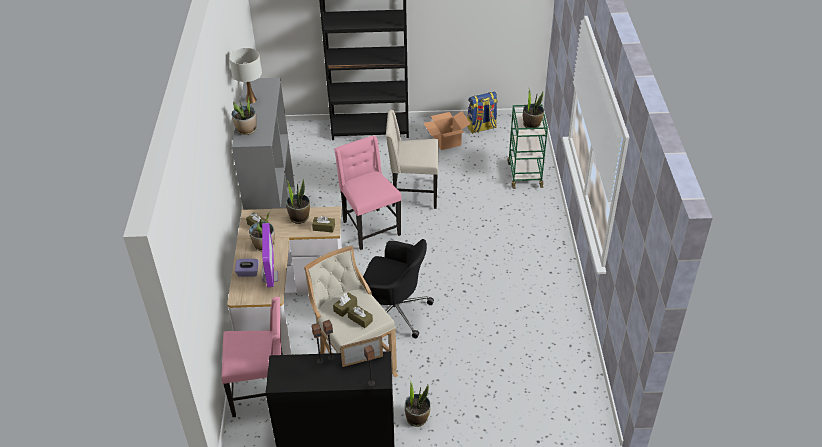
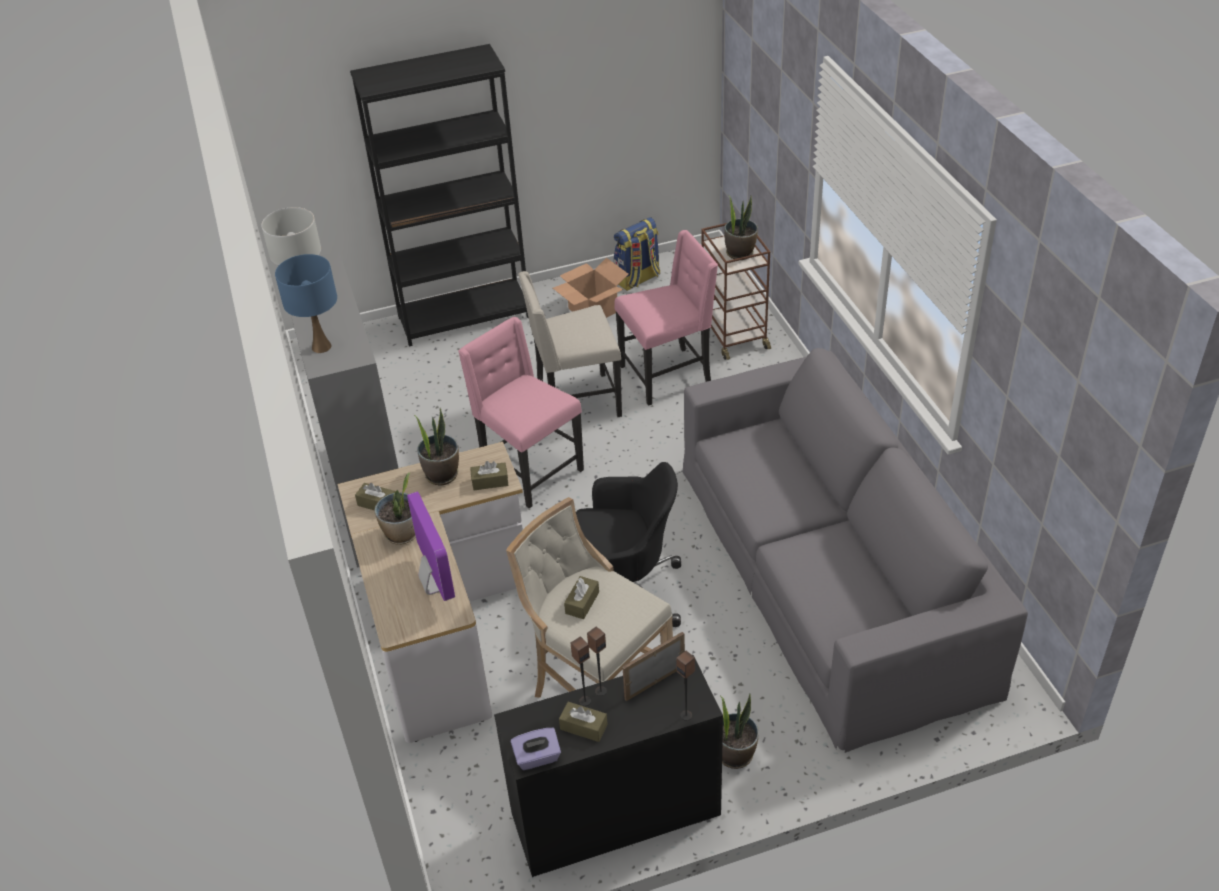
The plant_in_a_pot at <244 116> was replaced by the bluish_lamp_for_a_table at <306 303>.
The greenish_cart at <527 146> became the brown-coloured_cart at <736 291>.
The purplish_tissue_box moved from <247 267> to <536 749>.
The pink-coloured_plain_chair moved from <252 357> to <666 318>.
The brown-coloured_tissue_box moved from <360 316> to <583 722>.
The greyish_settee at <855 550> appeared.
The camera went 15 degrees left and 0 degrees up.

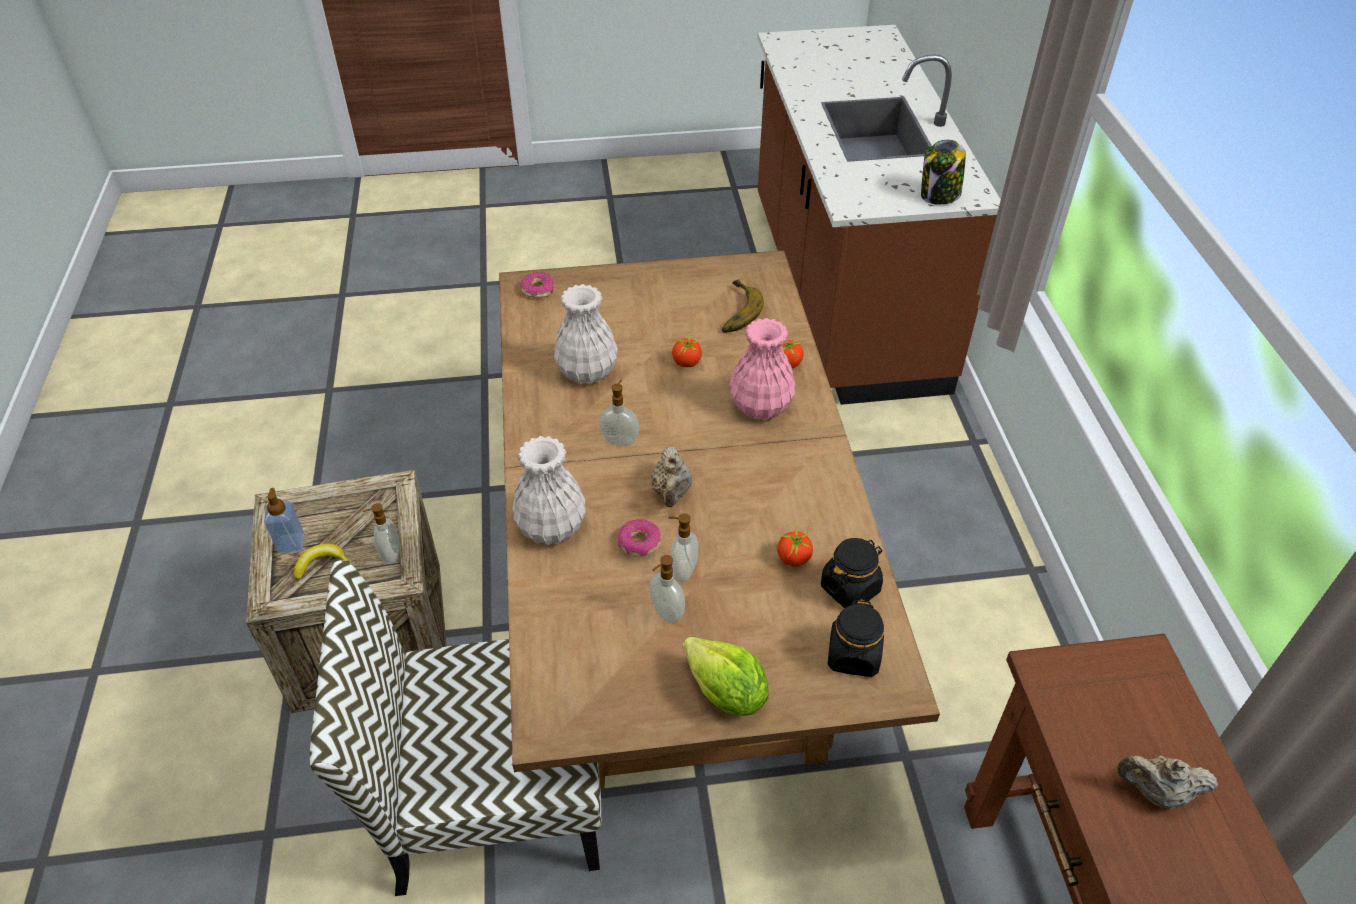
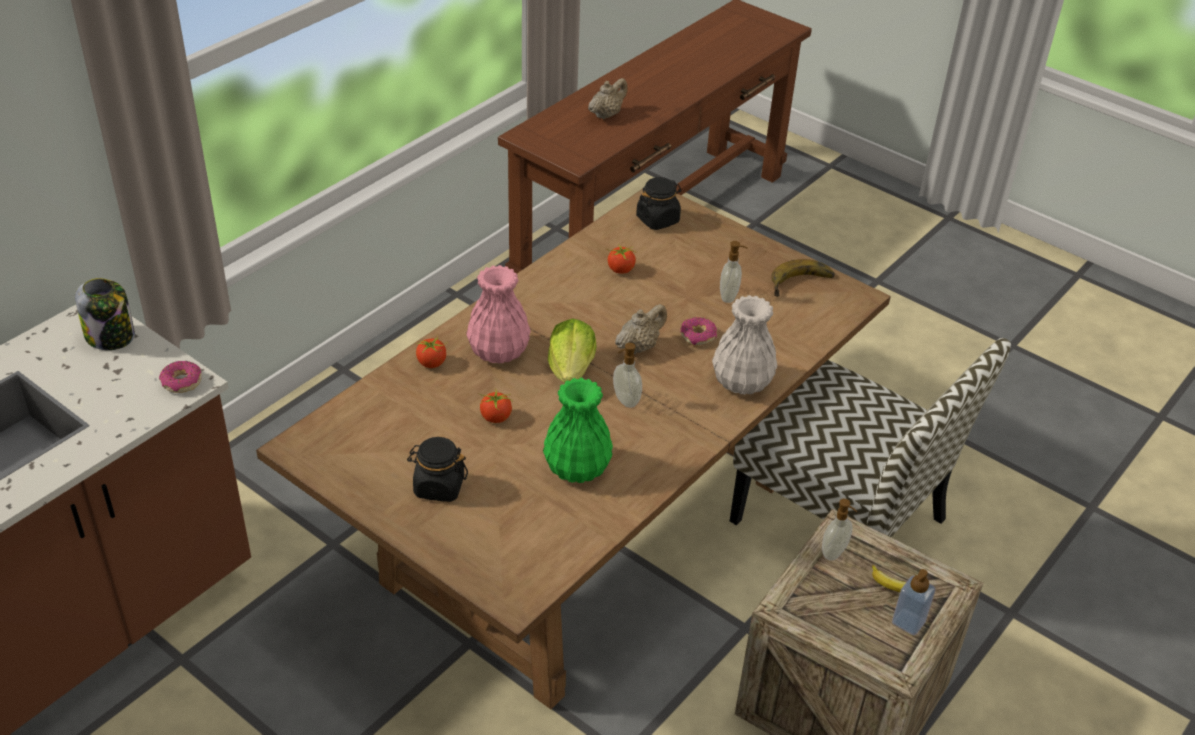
The doughnut moved from <538 285> to <180 377>.
The whole_banana moved from <743 306> to <803 278>.
The white_decorative_vase at <586 333> became the greenish_decorative_vase at <578 430>.
The soap_bottle at <683 547> disappeared.
The black_jar moved from <852 573> to <437 469>.
The lettuce_head moved from <726 676> to <572 350>.
The beige_teapot at <1167 782> turned 105 degrees counterclockwise.
The camera went 135 degrees left and 5 degrees down.

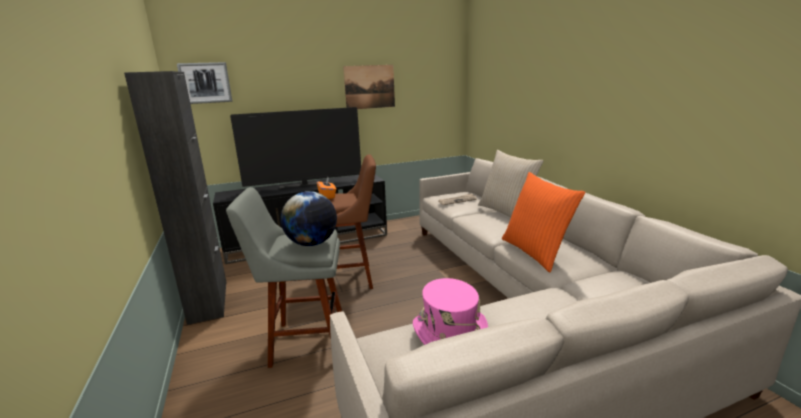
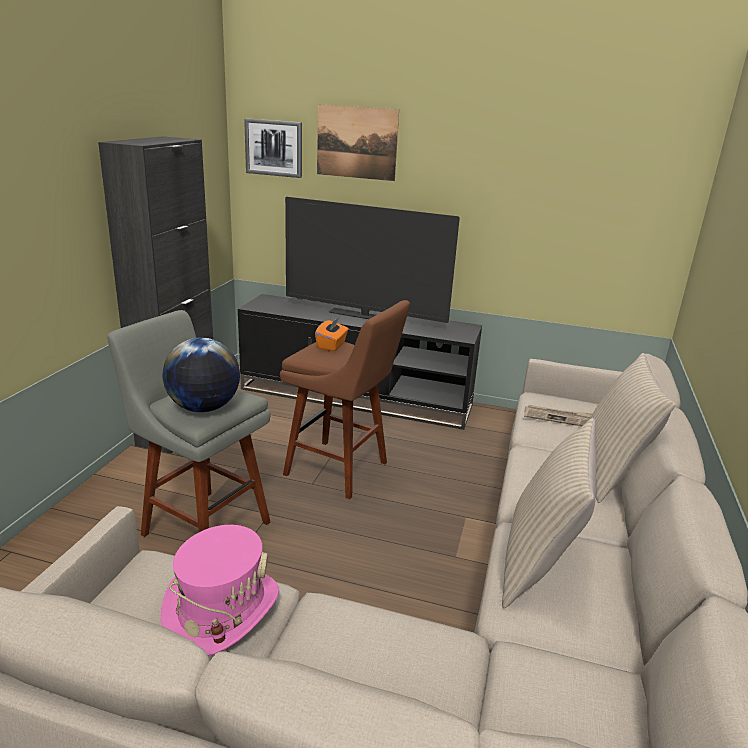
The picture moved from <369 87> to <358 142>.
The orangey_throw_pillow at <543 222> became the beige_throw_pillow at <549 513>.
The camera went 35 degrees right and 5 degrees up.

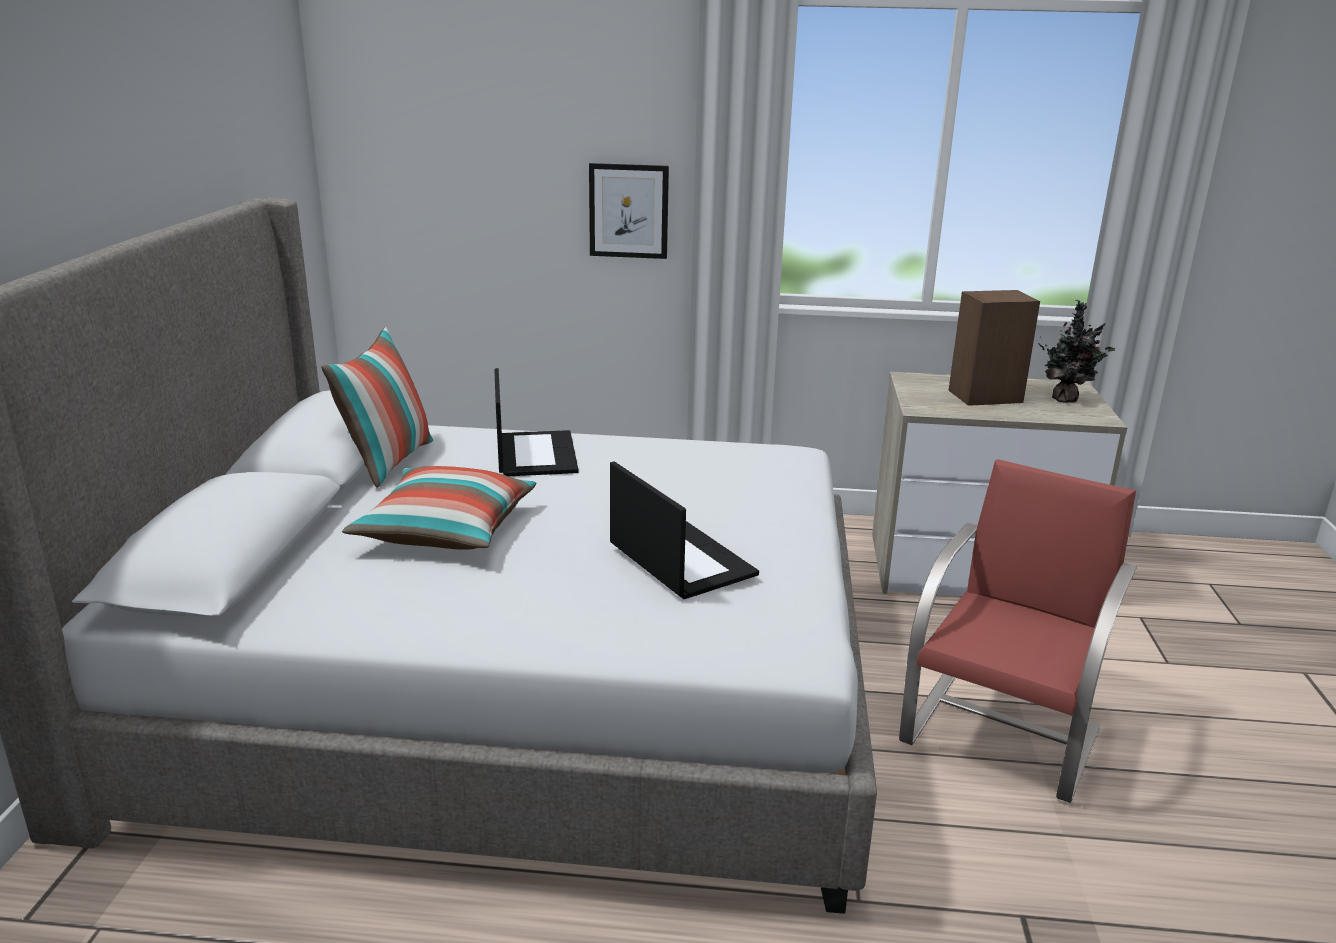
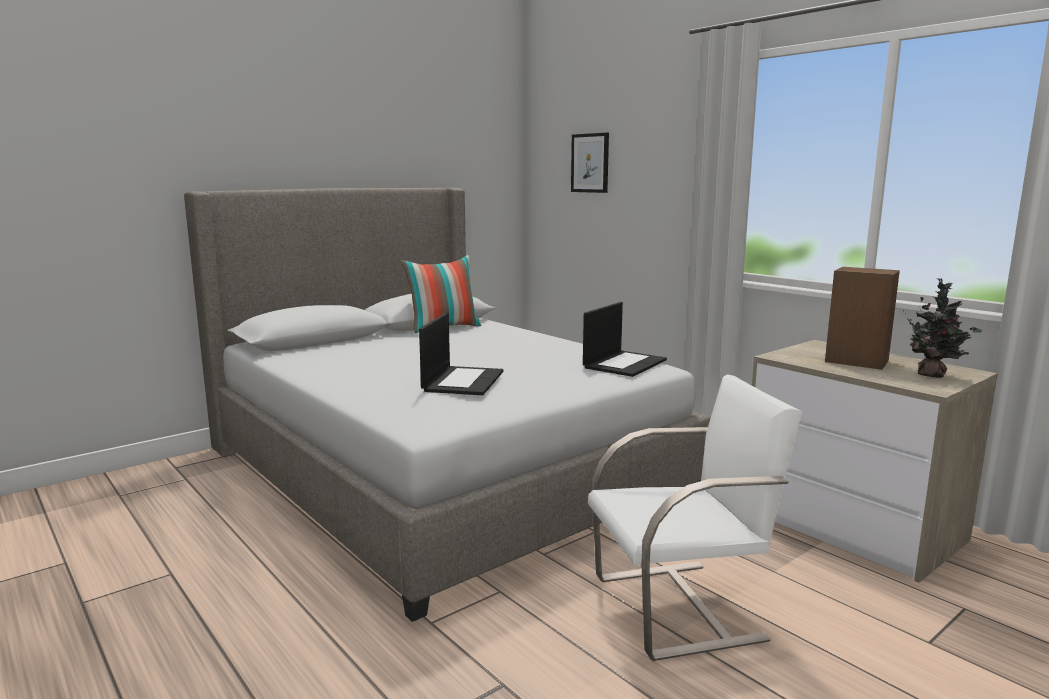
The picture moved from <629 211> to <590 163>.
The portable_computer moved from <536 422> to <625 339>.
The red_plain_chair at <1018 631> became the white_plain_chair at <695 517>.
The throw_pillow at <439 508> disappeared.
The camera went 45 degrees right and 10 degrees down.

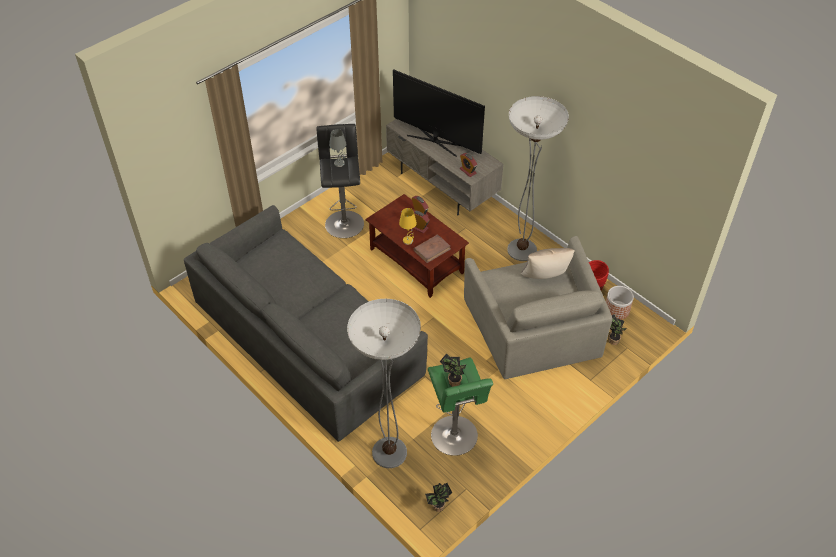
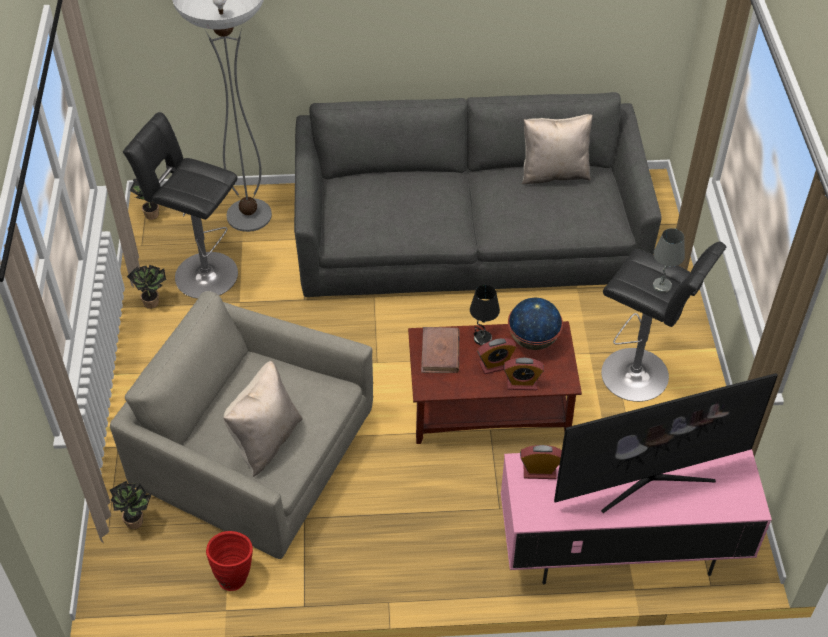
The floor_lamp at <538 178> disappeared.
The greyish_media_console at <444 167> became the pink-coloured_media_console at <636 516>.
The yellow-coloured_lamp_for_a_table at <408 226> became the black_lamp_for_a_table at <485 315>.
The plant_pot at <620 303> disappeared.
The plant_in_a_pot moved from <452 370> to <146 287>.
The greenish_stool_seat at <460 406> became the black_stool_seat at <180 205>.
The beige_throw_pillow at <557 149> appeared.
The desk_globe at <535 323> appeared.
The camera went 130 degrees right and 0 degrees up.

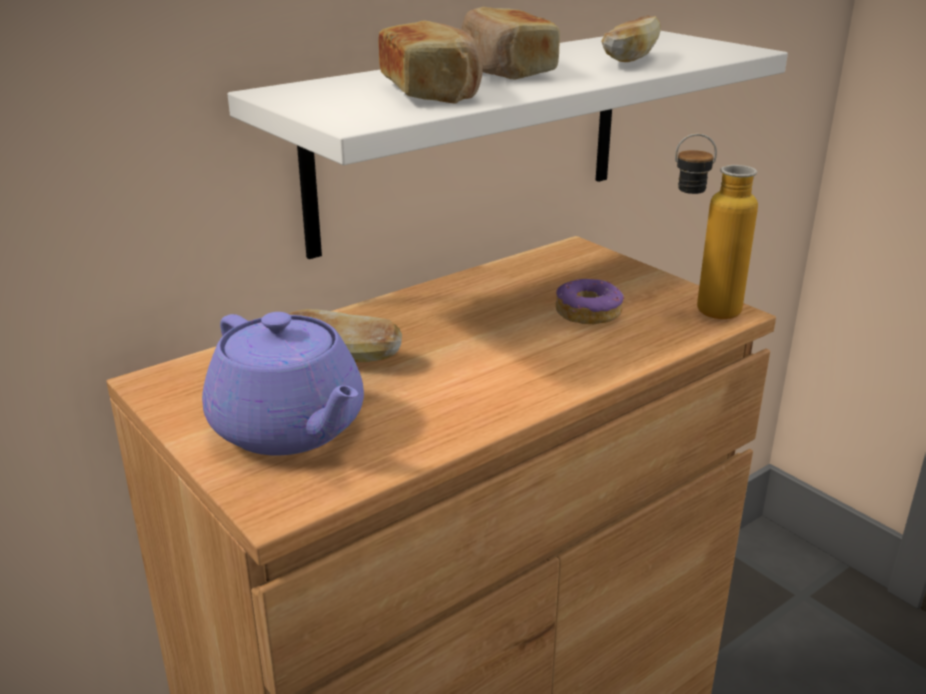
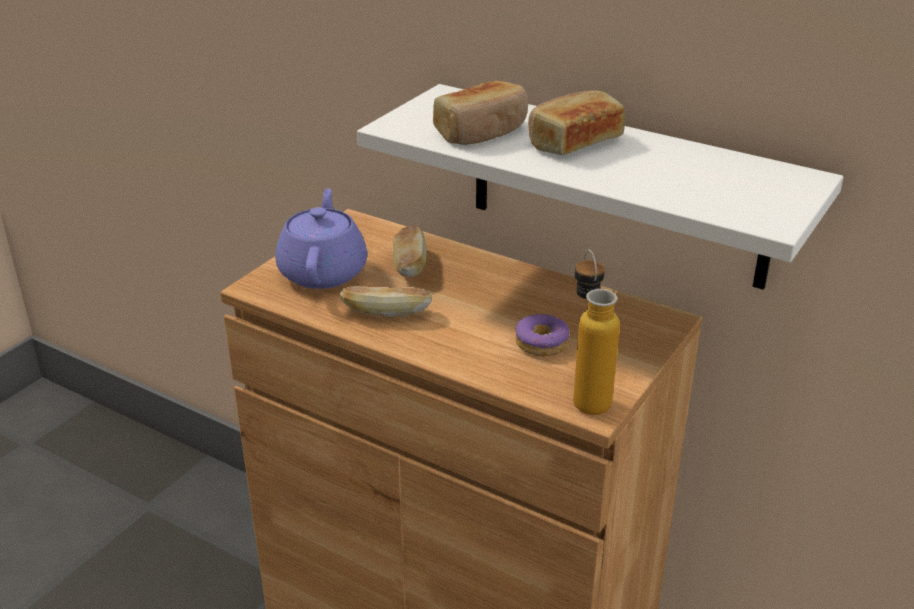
The baked_bread moved from <631 38> to <386 301>.
The purplish_teapot at <283 383> turned 150 degrees clockwise.
The camera went 70 degrees right and 5 degrees up.

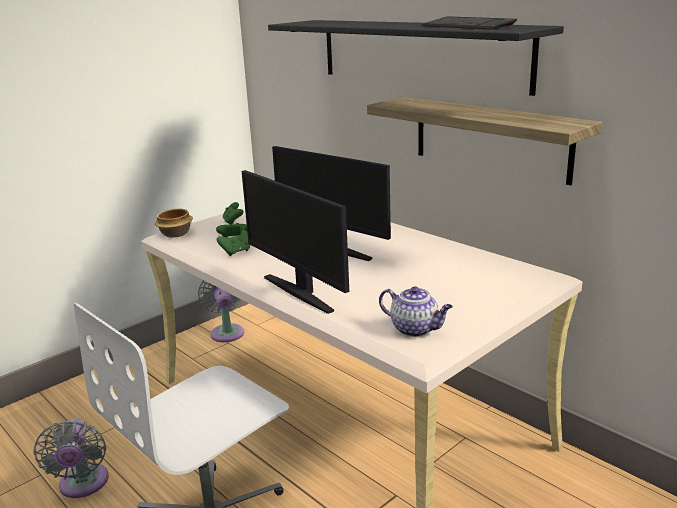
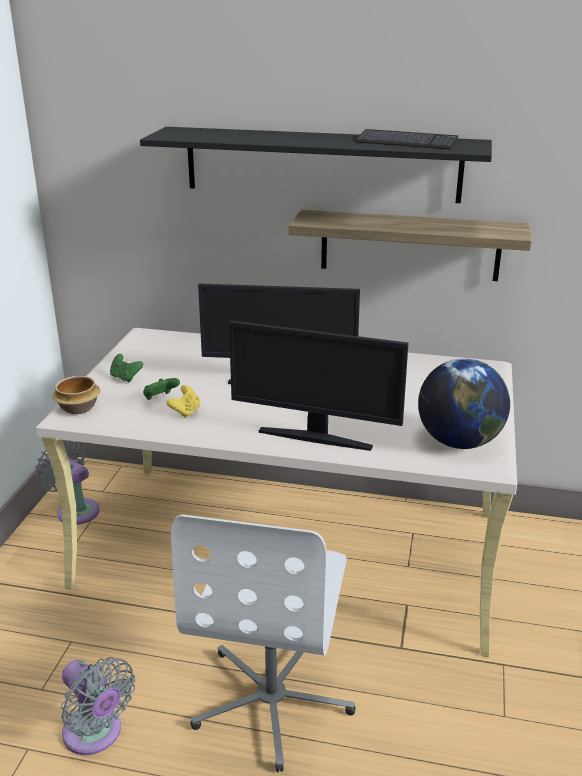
The greenish_joypad at <234 243> became the yellow-coloured_joypad at <183 401>.
The teapot at <416 311> was replaced by the desk_globe at <464 403>.
The camera went 35 degrees left and 5 degrees up.

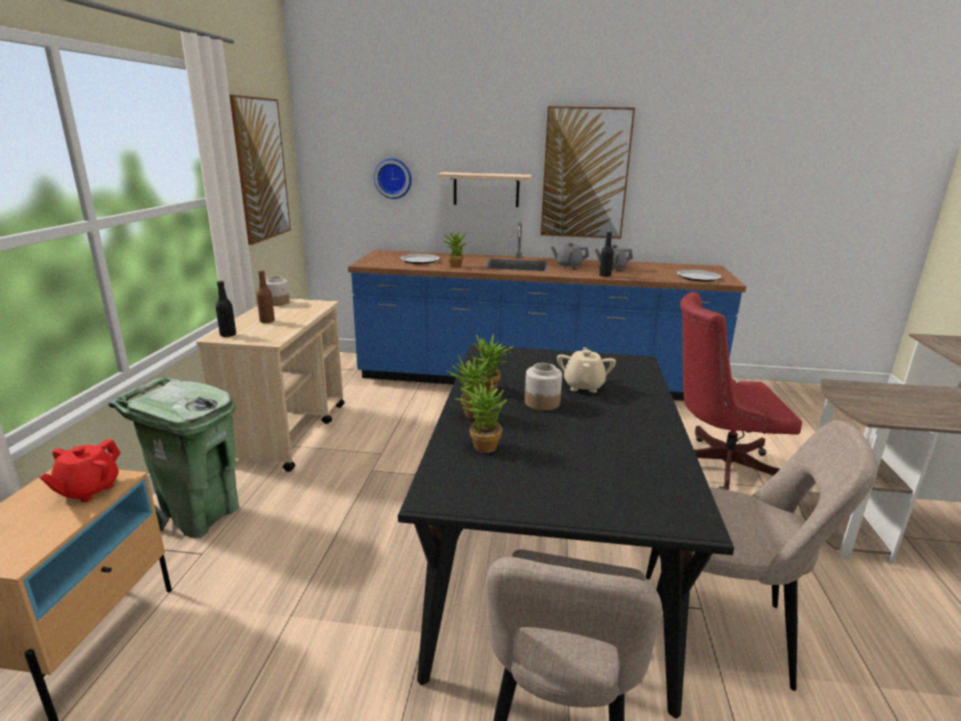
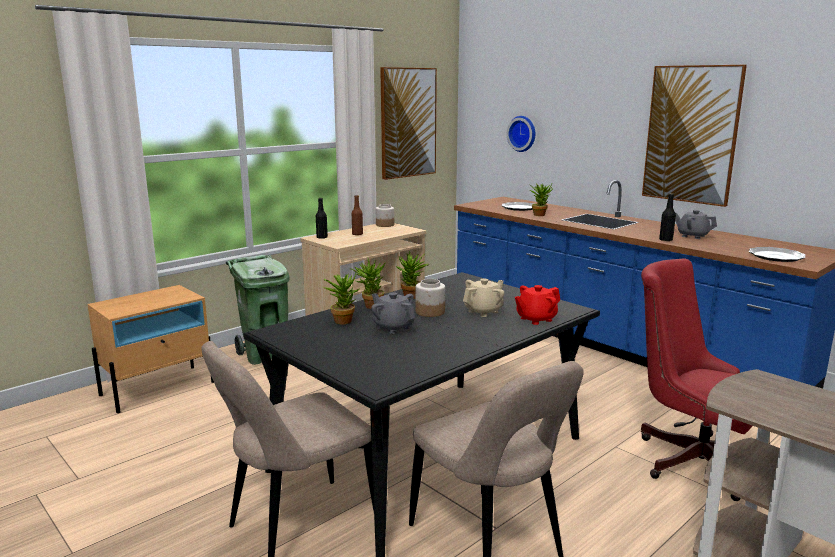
The bracket_shelf at <484 189> disappeared.
The greyish_teapot moved from <570 255> to <393 313>.
The red_teapot moved from <80 470> to <537 305>.
The camera went 40 degrees right and 5 degrees down.

